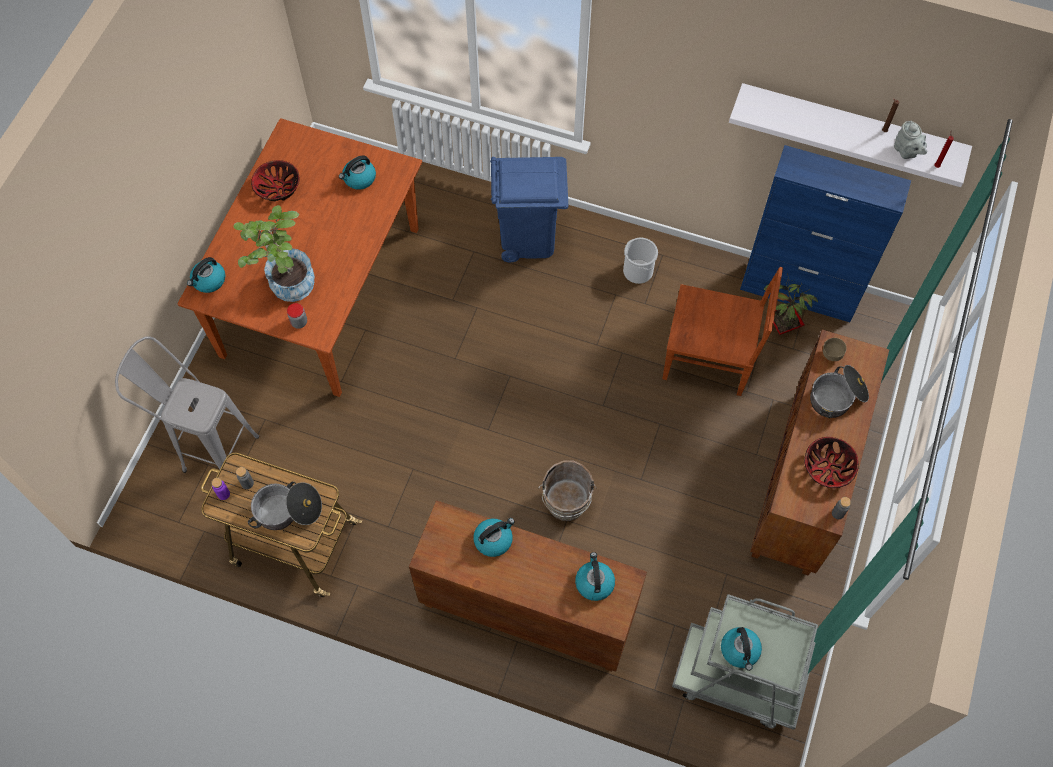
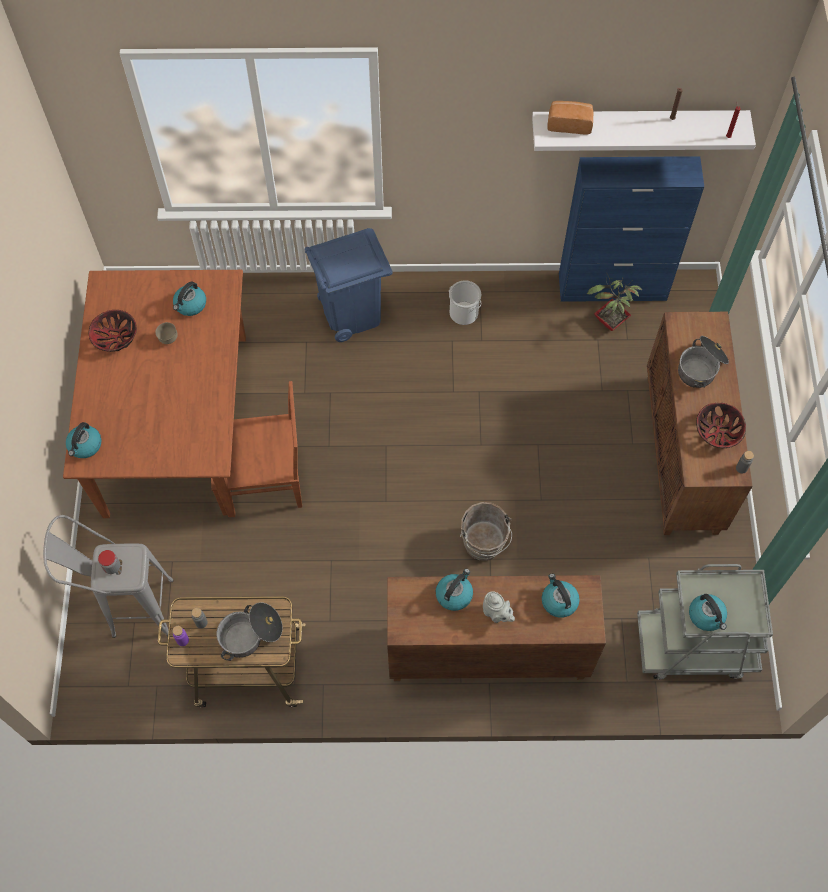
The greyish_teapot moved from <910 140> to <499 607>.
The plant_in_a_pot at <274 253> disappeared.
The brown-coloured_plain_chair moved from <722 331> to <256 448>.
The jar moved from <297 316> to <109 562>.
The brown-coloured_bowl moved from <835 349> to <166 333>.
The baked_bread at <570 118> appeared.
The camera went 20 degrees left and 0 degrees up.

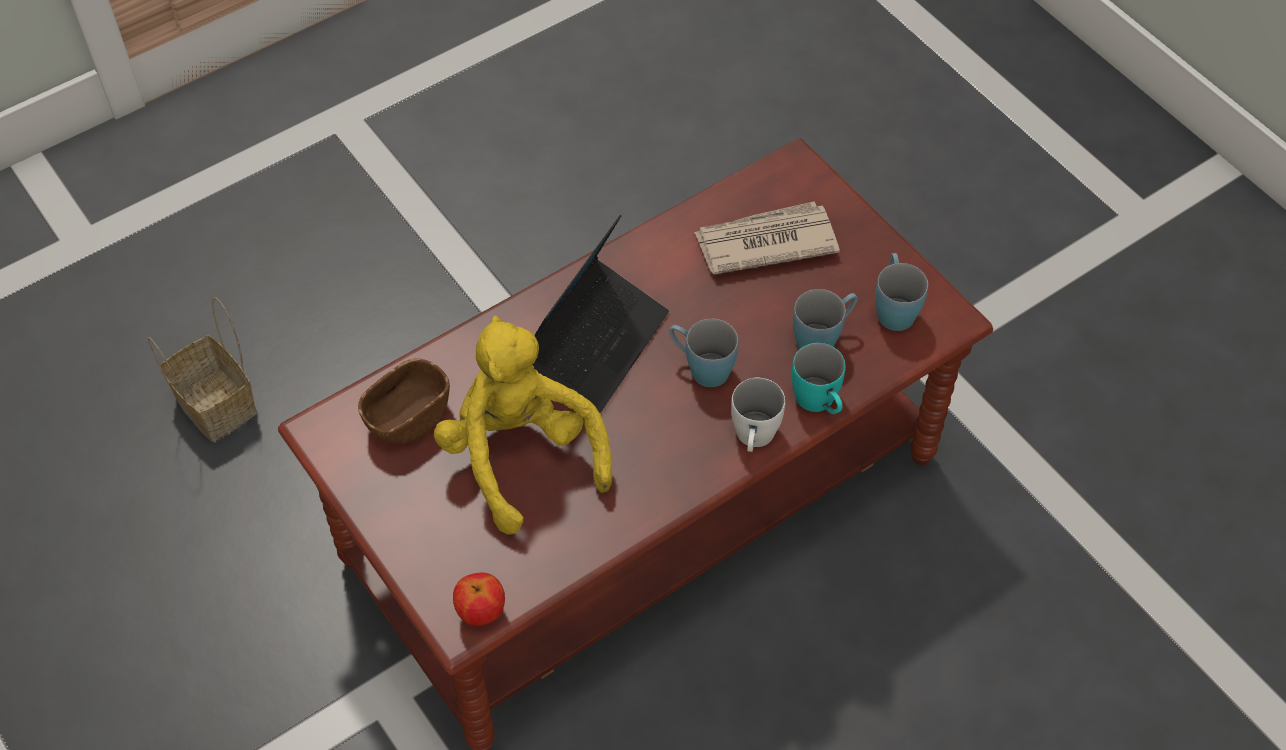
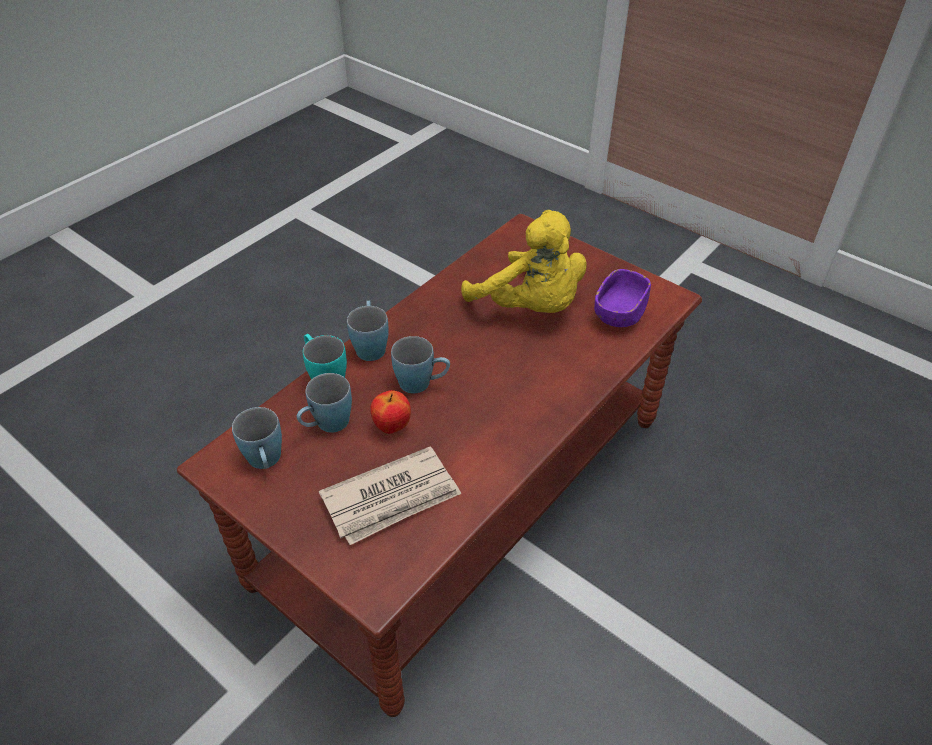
The portable_computer at <600 314> disappeared.
The storage_basket at <202 369> disappeared.
The brown-coloured_bowl at <404 401> became the purplish_bowl at <622 298>.
The white_mug at <758 415> became the bluish_mug at <368 331>.
The apple_fruit moved from <479 599> to <390 412>.
The camera went 165 degrees right and 10 degrees down.

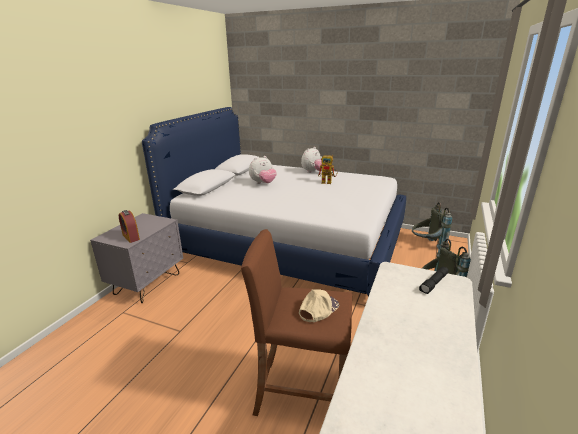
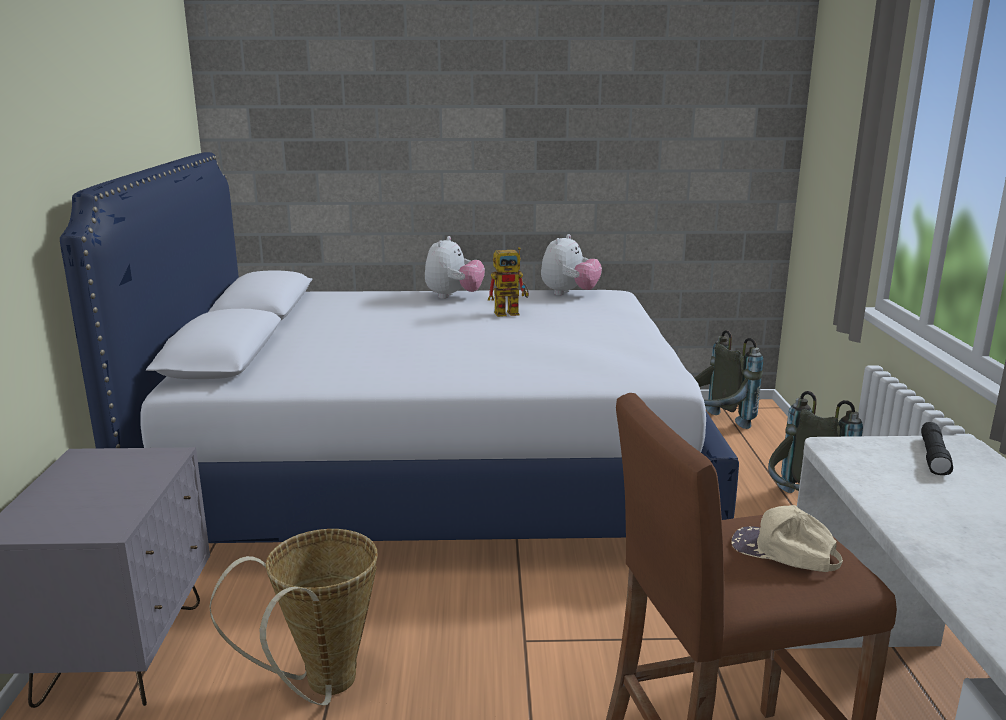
The soft_toy moved from <263 170> to <571 264>.
The table_clock at <129 226> disappeared.
The beige_baseball_cap at <319 305> turned 75 degrees counterclockwise.
The storage_basket at <294 617> appeared.
The camera went 25 degrees left and 5 degrees down.

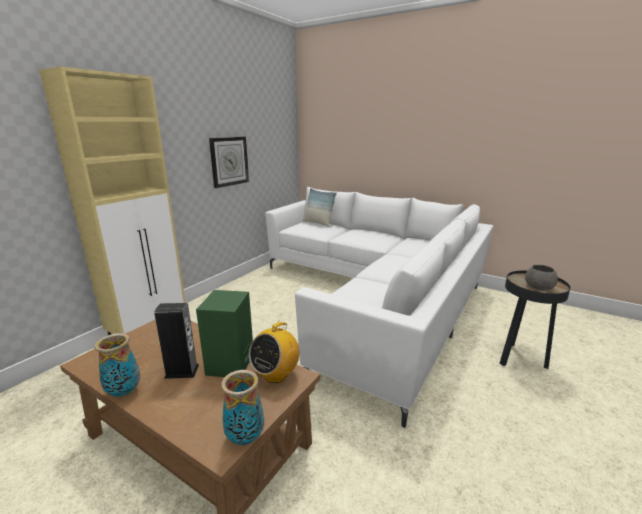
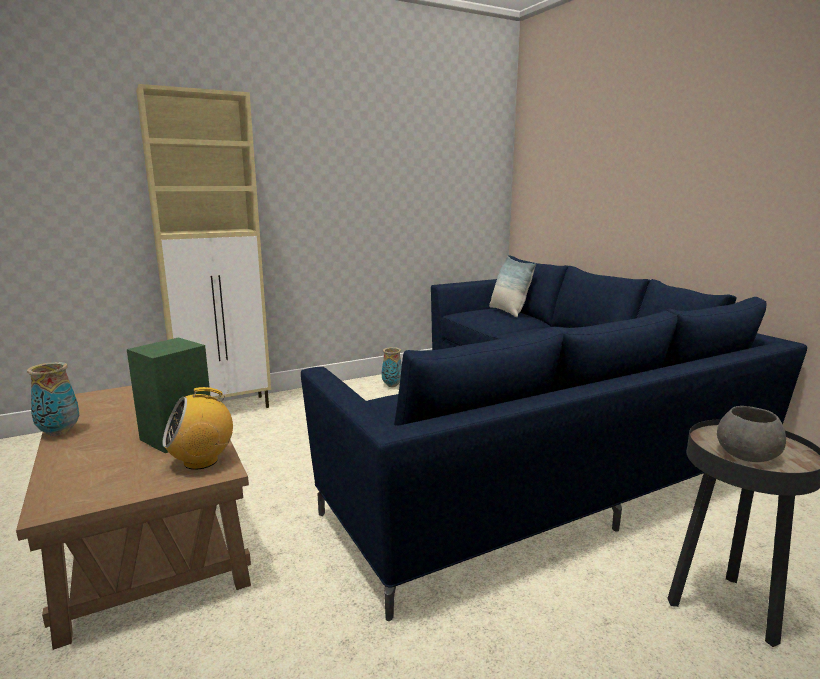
The hanging_clock at <229 162> disappeared.
The white_settee at <379 307> became the bluish_settee at <554 438>.
The loudspeaker at <176 341> disappeared.
The decorative_vase moved from <242 407> to <392 367>.
The camera went 30 degrees right and 5 degrees down.

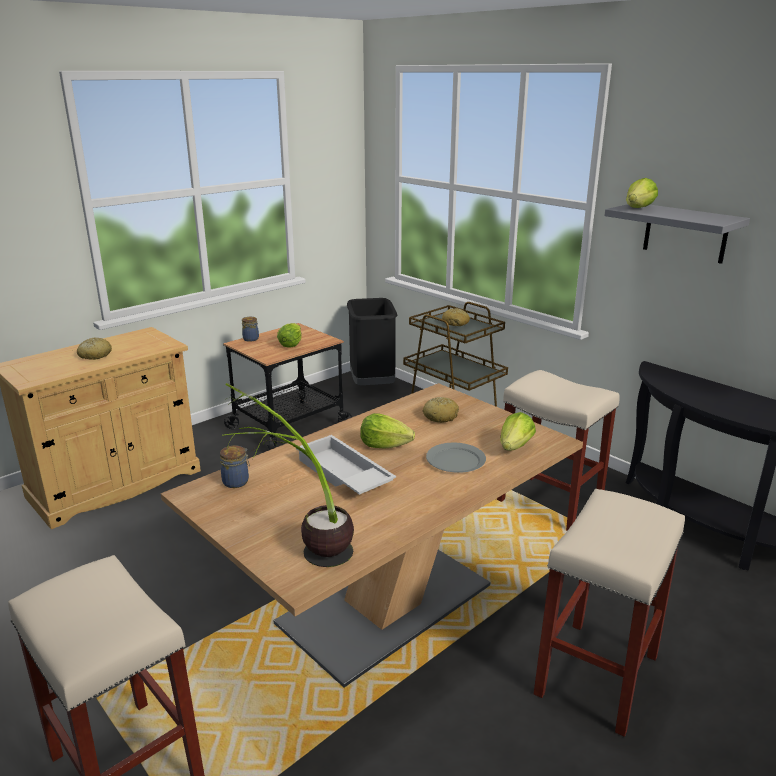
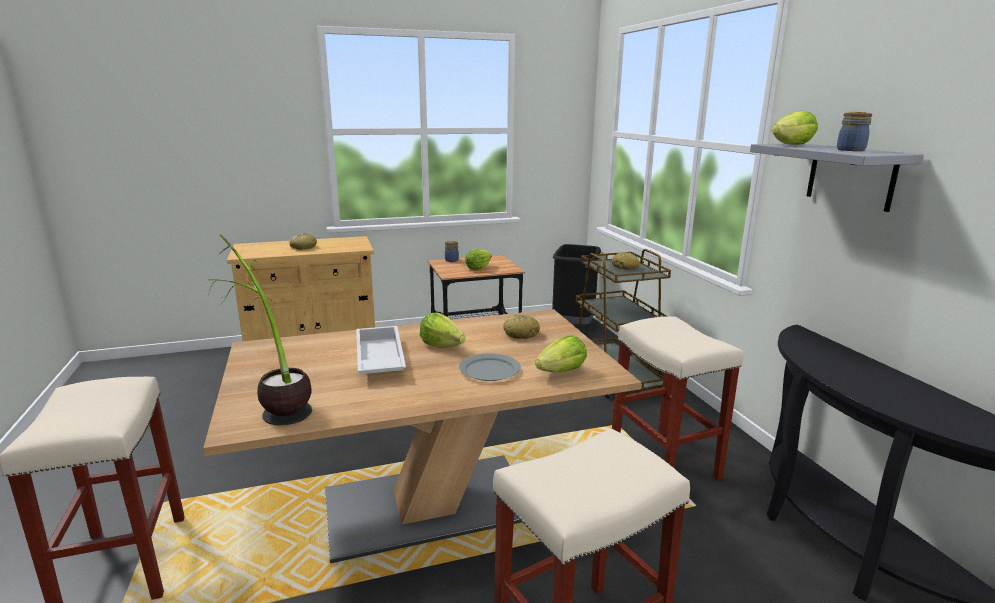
The jar moved from <235 467> to <854 131>.
The camera went 25 degrees right and 5 degrees down.

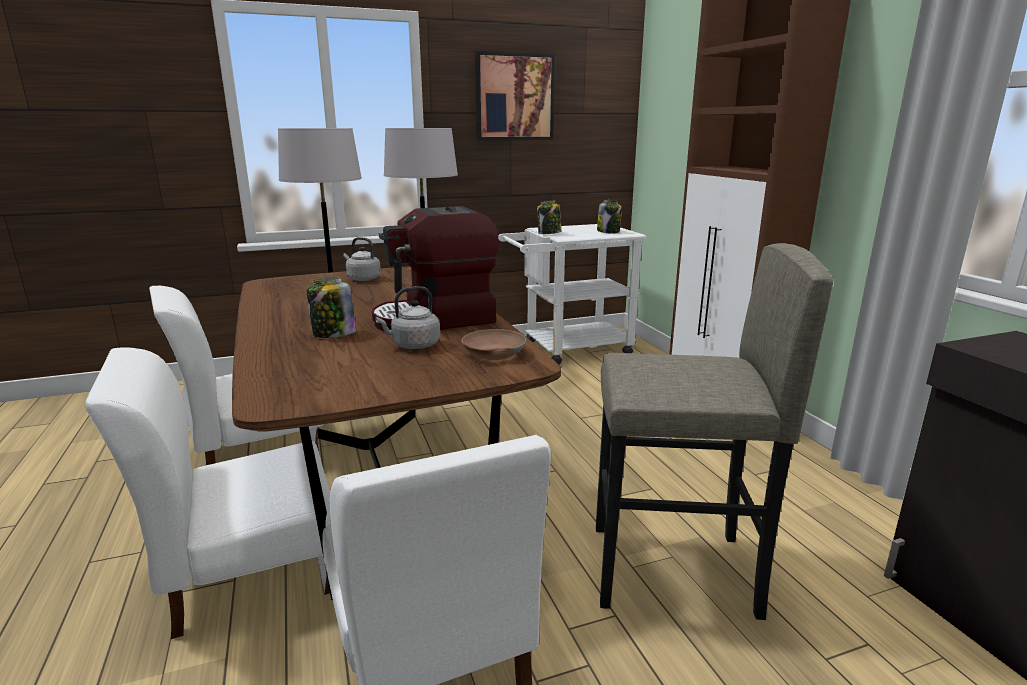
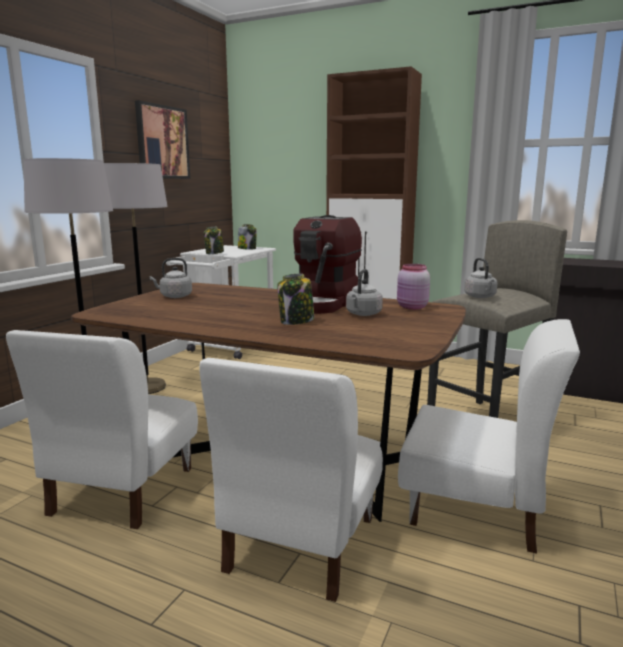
The brown-coloured_bowl at <494 344> was replaced by the pink-coloured_jar at <413 287>.
The greyish_water_kettle at <480 278> appeared.
The camera went 45 degrees left and 5 degrees down.

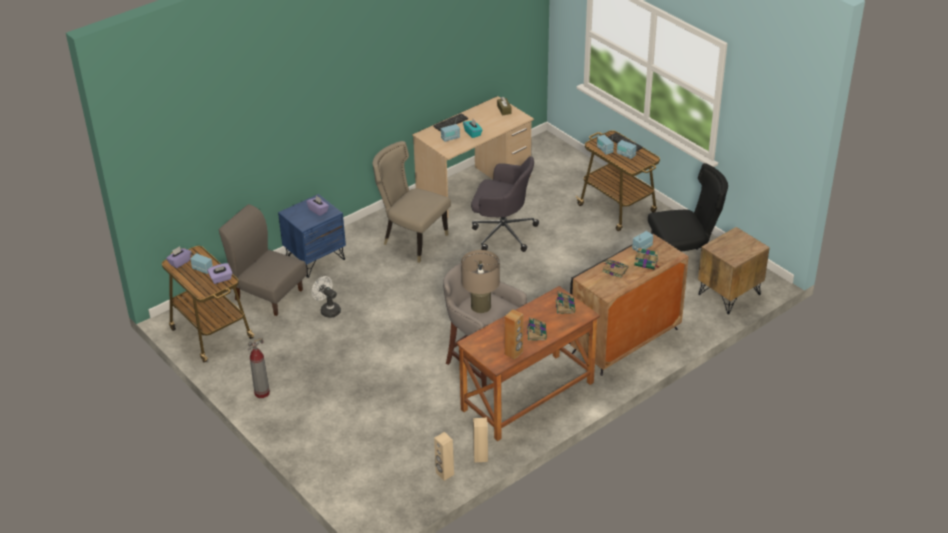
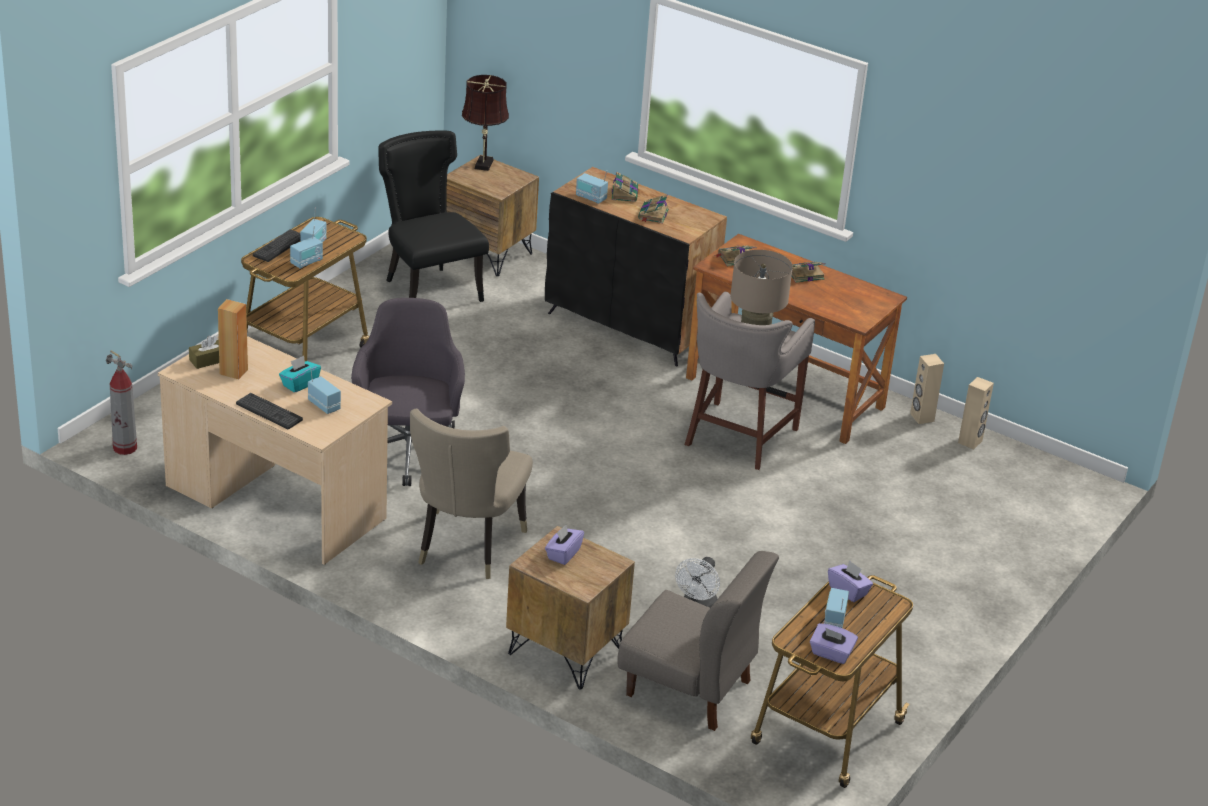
The bluish_nightstand at <312 236> became the brown-coloured_nightstand at <570 608>.
The greyish_plain_chair at <263 260> turned 75 degrees counterclockwise.
The brown-coloured_loudspeaker moved from <513 334> to <233 339>.
The fire-fighting_cylinder moved from <258 368> to <121 402>.
The brown-coloured_lamp_for_a_table at <485 123> appeared.
The camera went 110 degrees left and 5 degrees down.

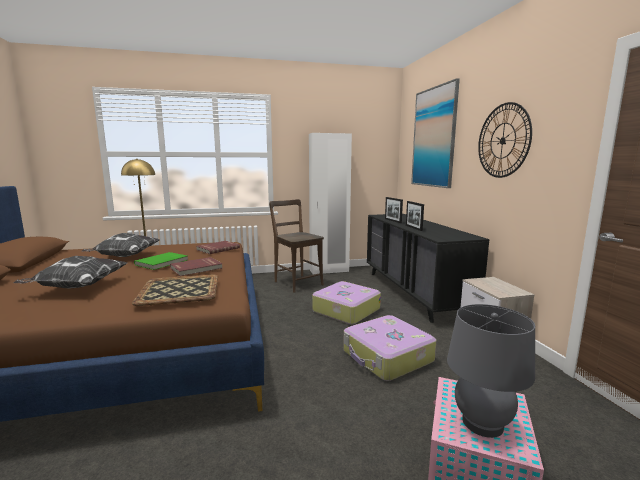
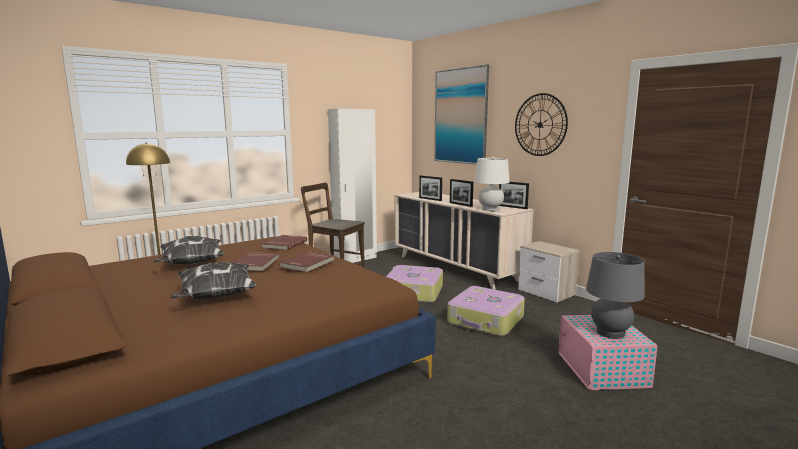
The black_chest_of_drawers at <428 268> became the beige_chest_of_drawers at <463 241>.
The greenish_book at <161 261> became the red_book at <256 262>.
The carrying_tray at <175 290> disappeared.
The white_lamp_for_a_table at <492 184> appeared.
The photo_frame at <514 195> appeared.
The camera went 25 degrees left and 0 degrees up.

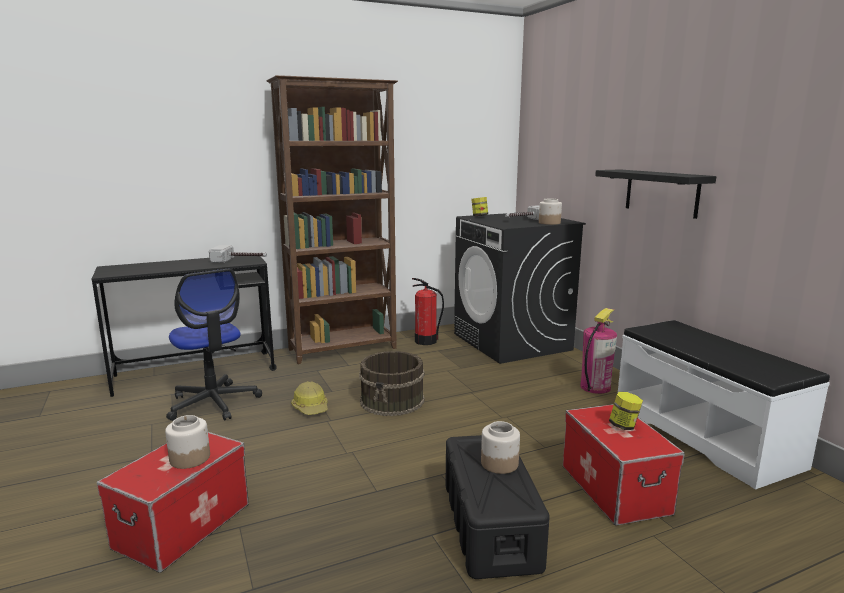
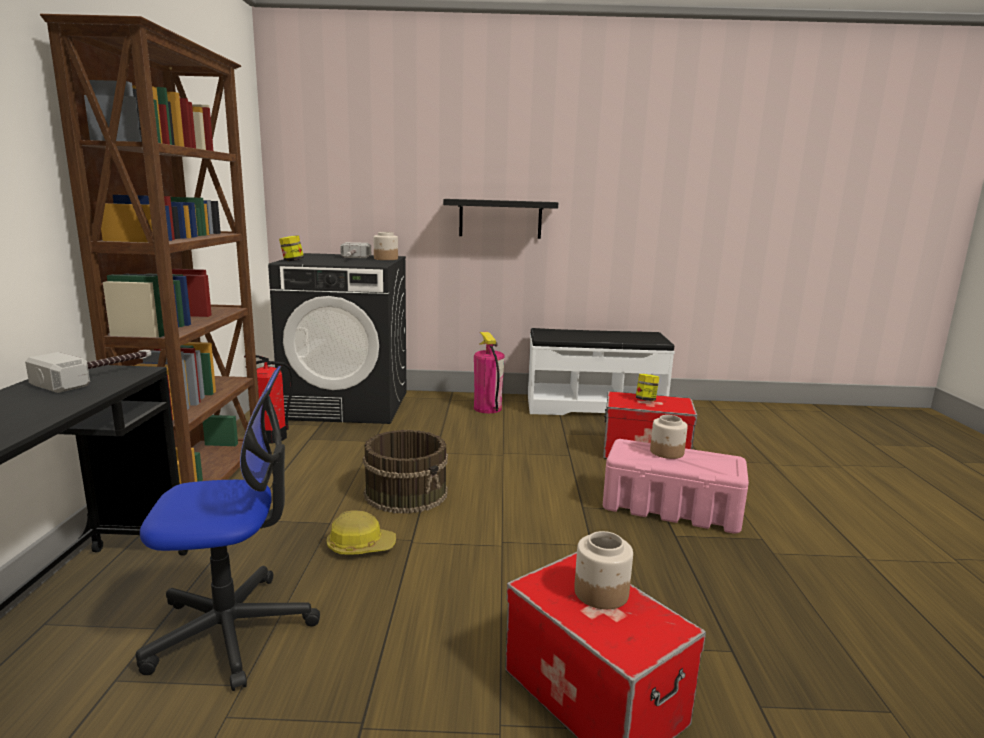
The black_storage_container at <497 507> became the pink-coloured_storage_container at <676 486>.
The camera went 65 degrees left and 0 degrees up.

